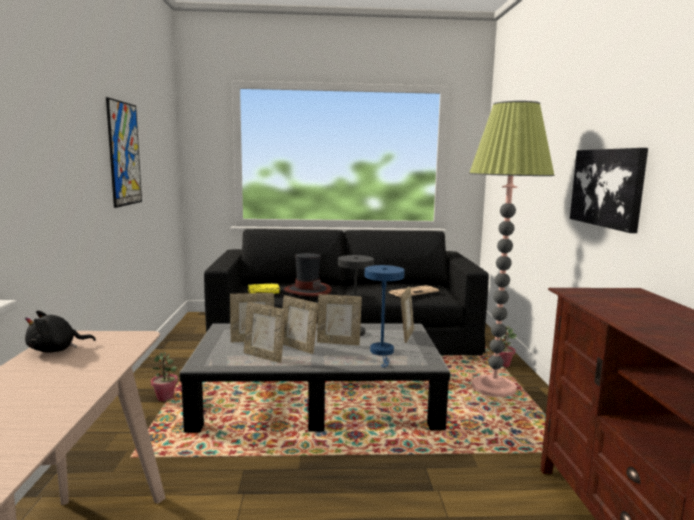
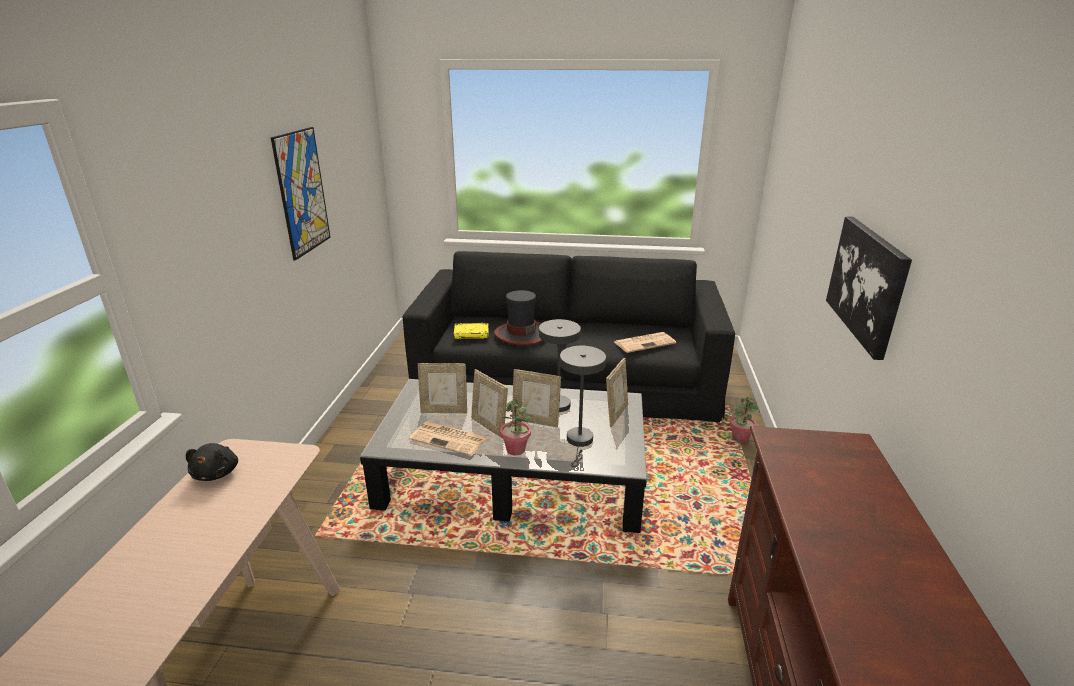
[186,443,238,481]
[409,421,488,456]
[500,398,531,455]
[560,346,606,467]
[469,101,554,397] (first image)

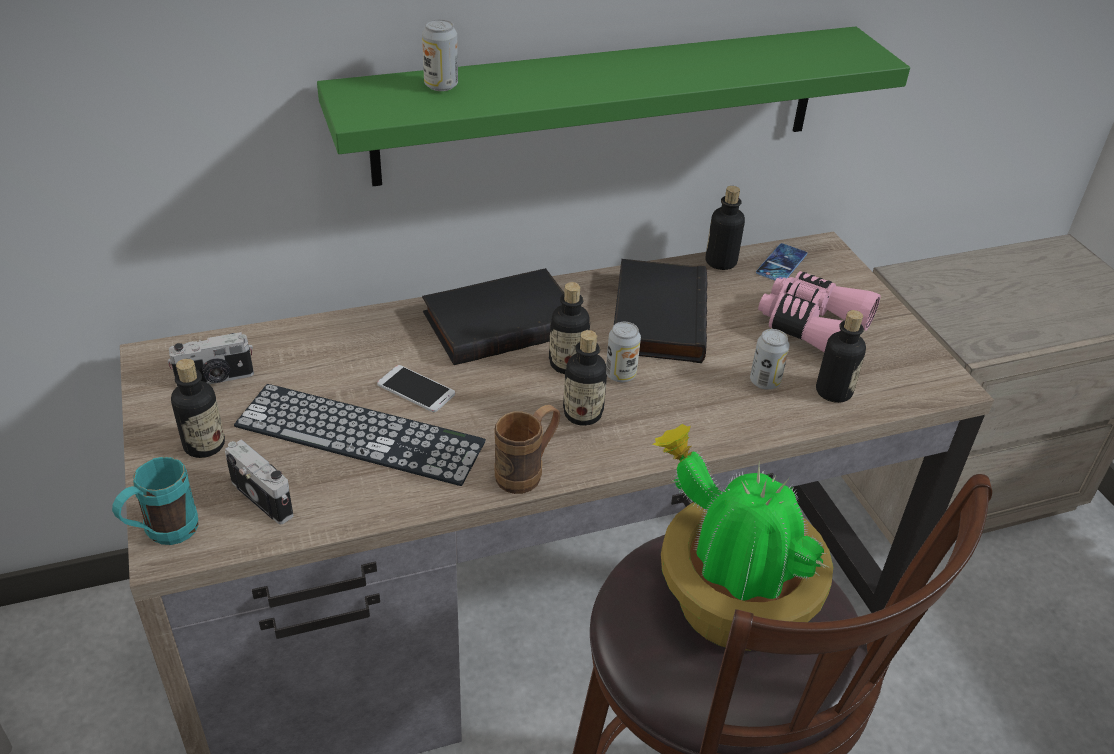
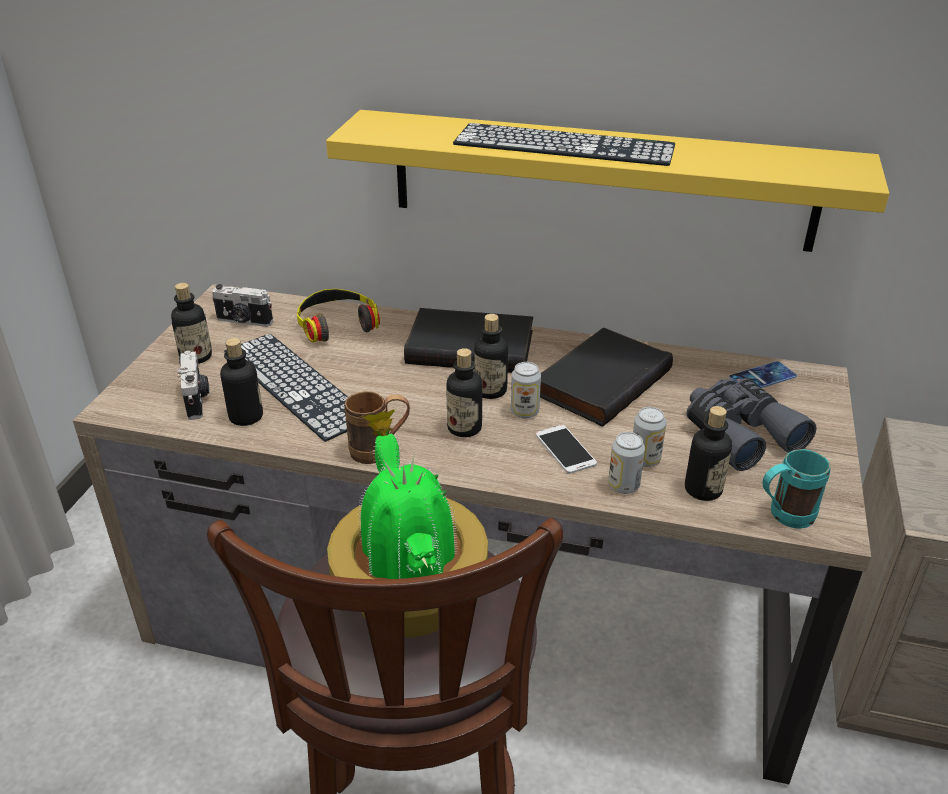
[220,338,263,426]
[297,289,380,342]
[326,110,889,252]
[453,123,675,166]
[536,425,597,474]
[608,432,645,494]
[687,378,817,471]
[762,449,831,529]

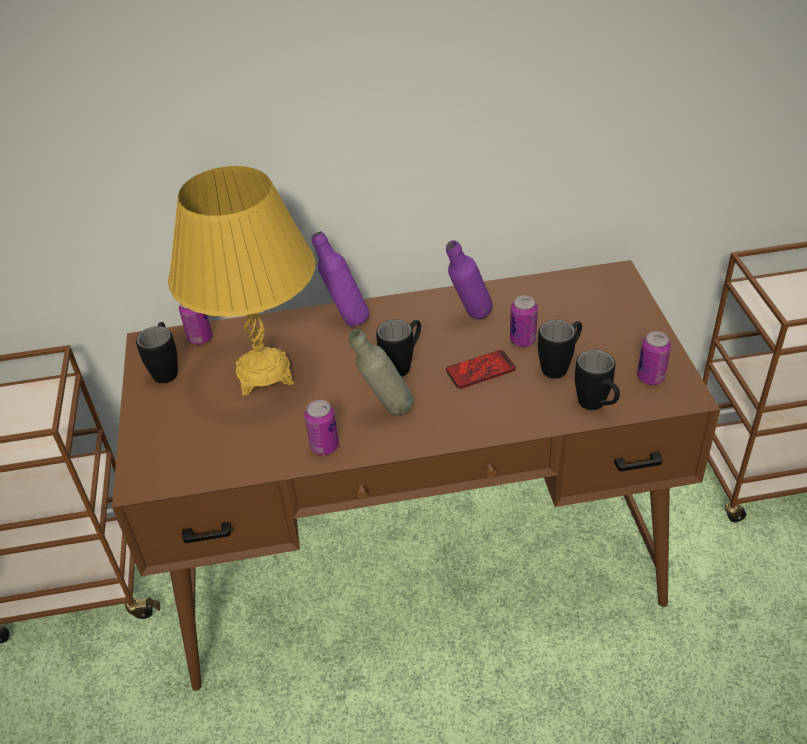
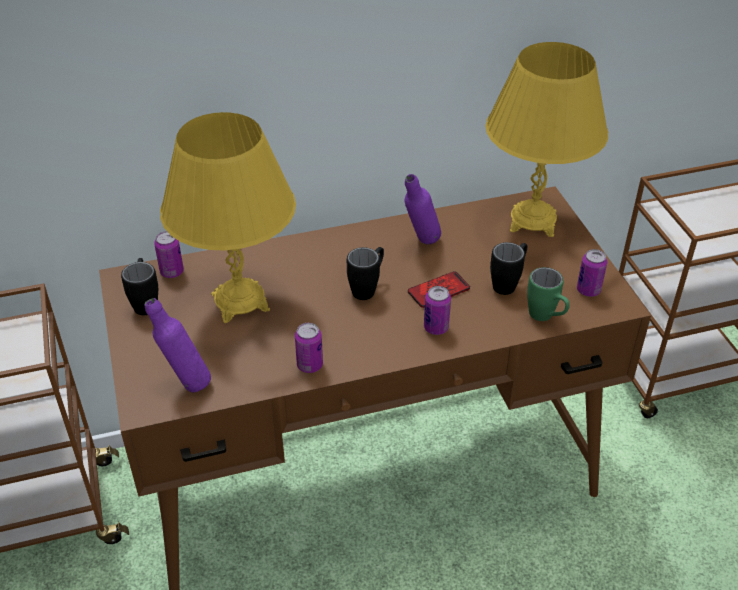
[145,298,211,392]
[424,286,451,335]
[485,42,608,237]
[527,267,570,321]
[349,329,413,415] (first image)

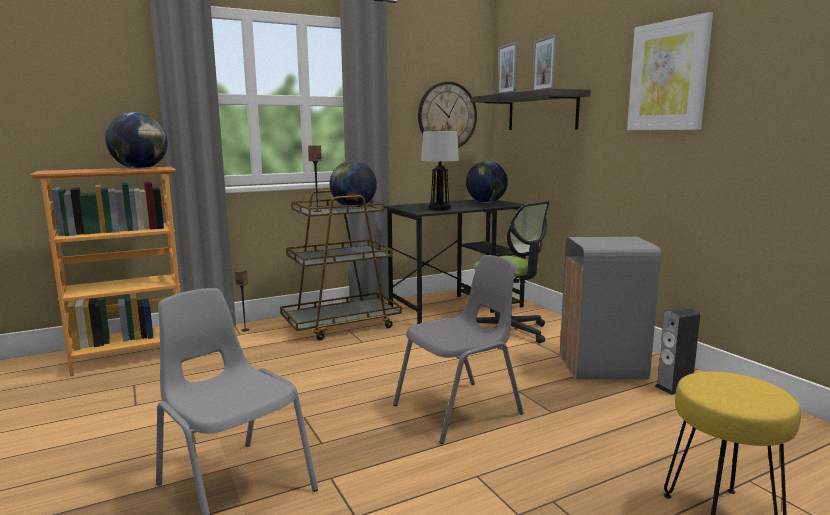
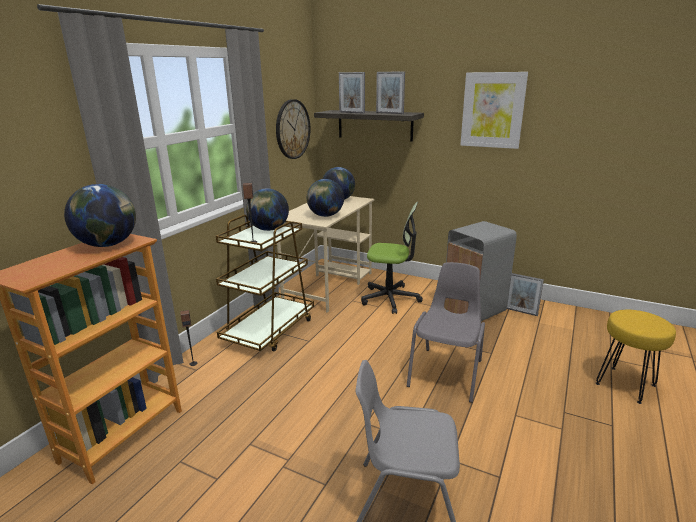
[277,196,374,313]
[307,179,344,217]
[507,273,544,316]

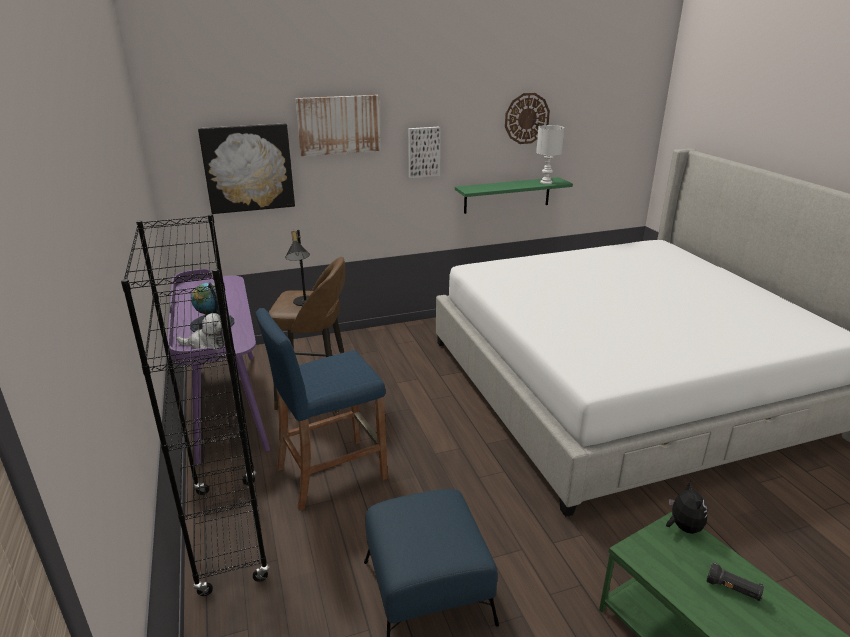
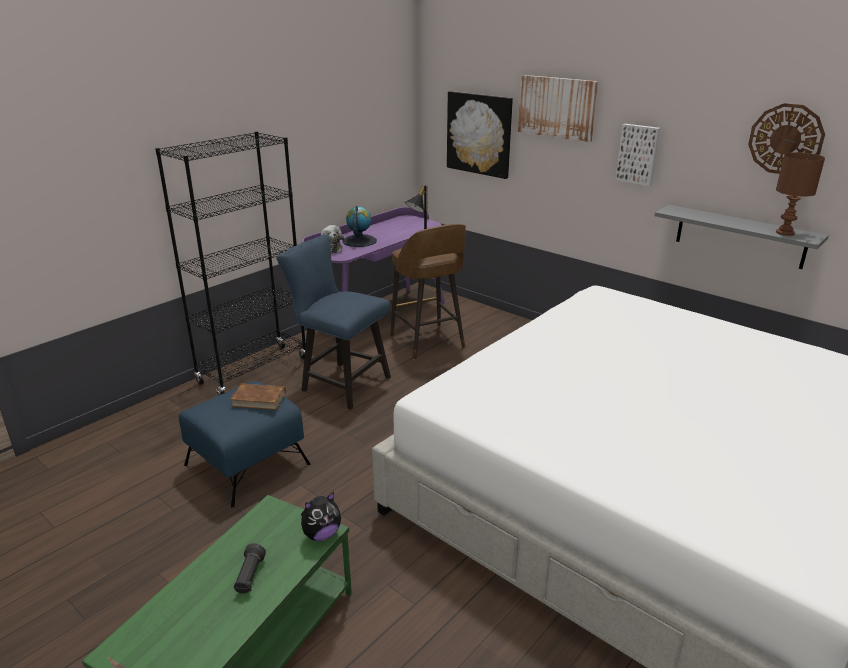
[230,384,286,410]
[276,234,391,410]
[655,205,829,269]
[776,152,825,236]

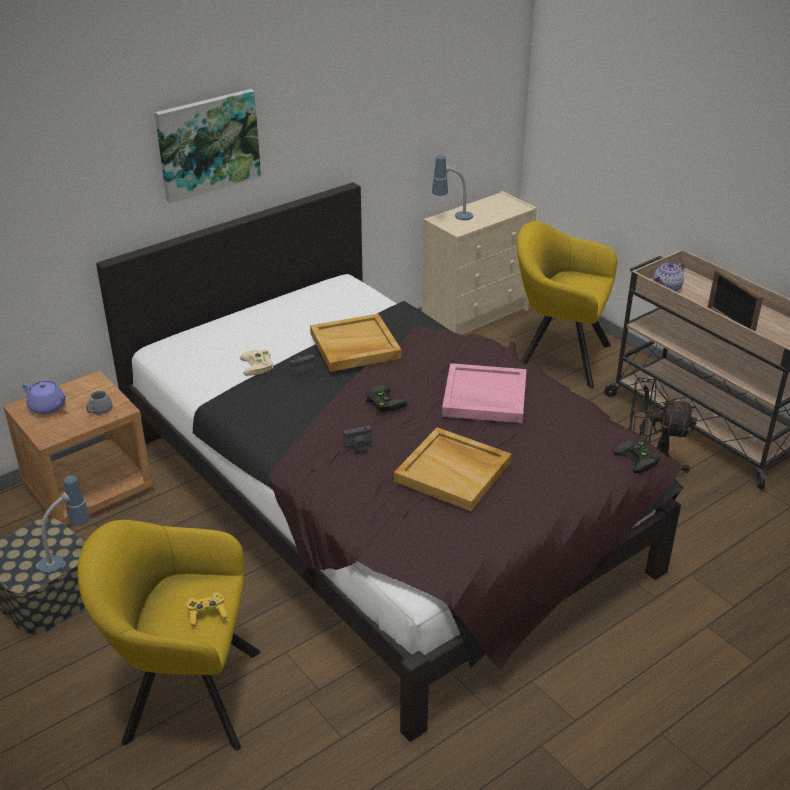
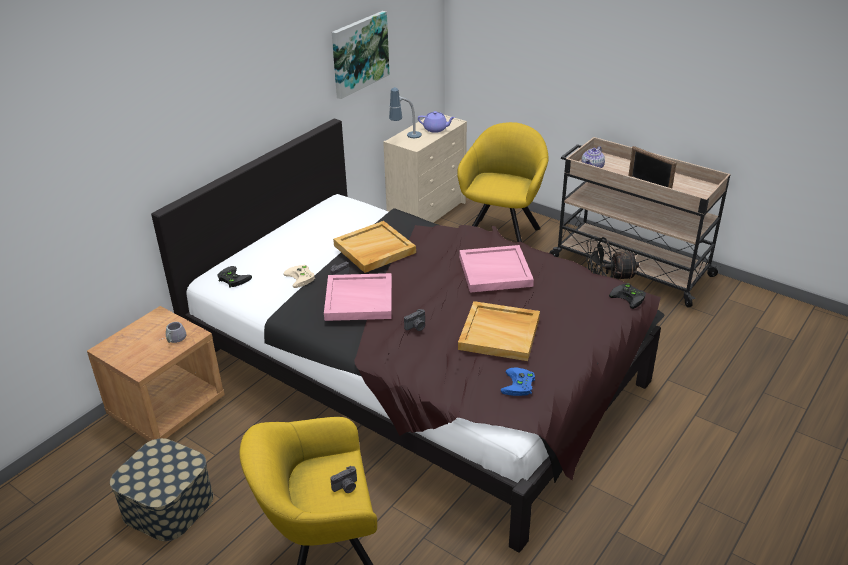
[217,266,252,288]
[324,273,392,321]
[330,466,357,493]
[332,11,390,99]
[418,111,455,133]
[457,122,548,242]
[501,367,535,396]
[38,475,90,574] (first image)

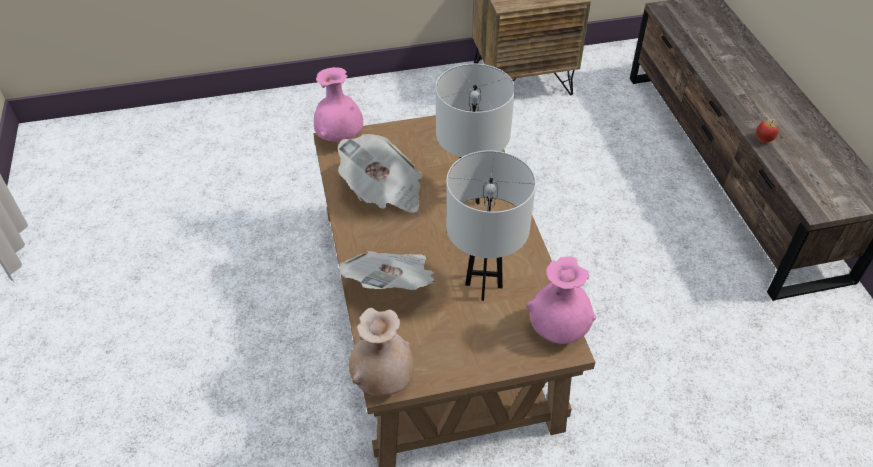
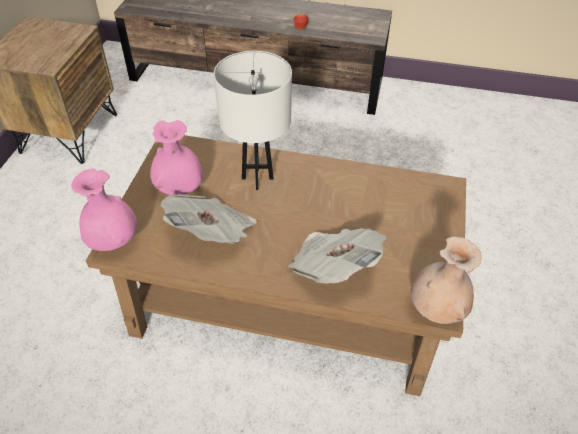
[150,120,203,195]
[446,151,536,301] (first image)

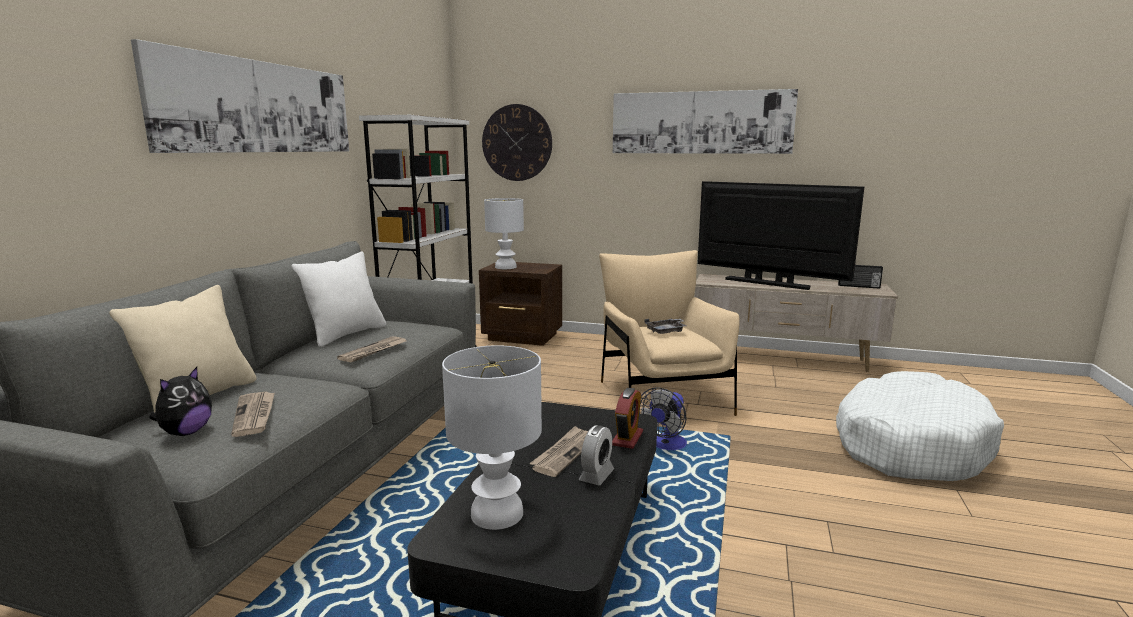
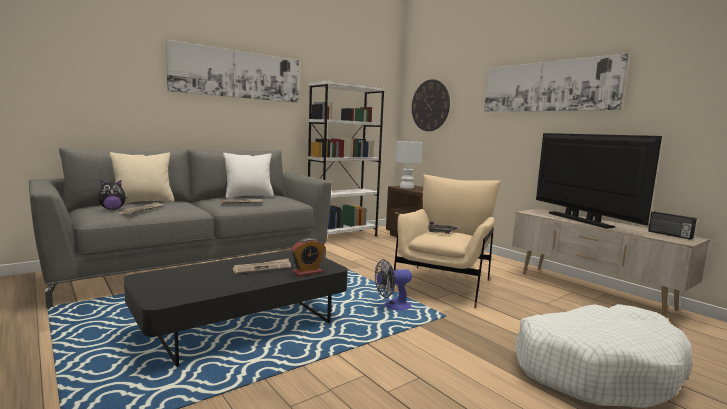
[442,345,542,530] (first image)
[579,425,614,485] (first image)

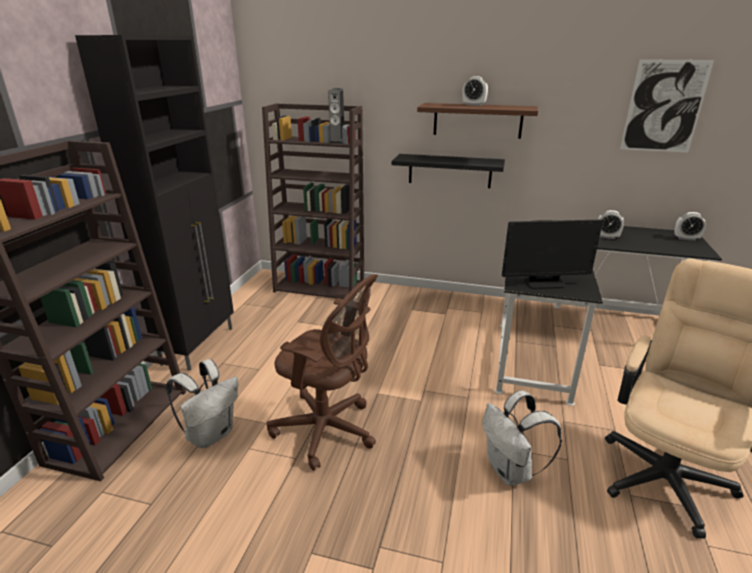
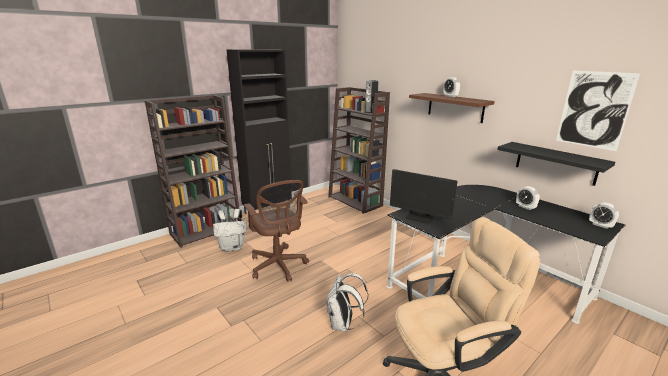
[497,142,615,186]

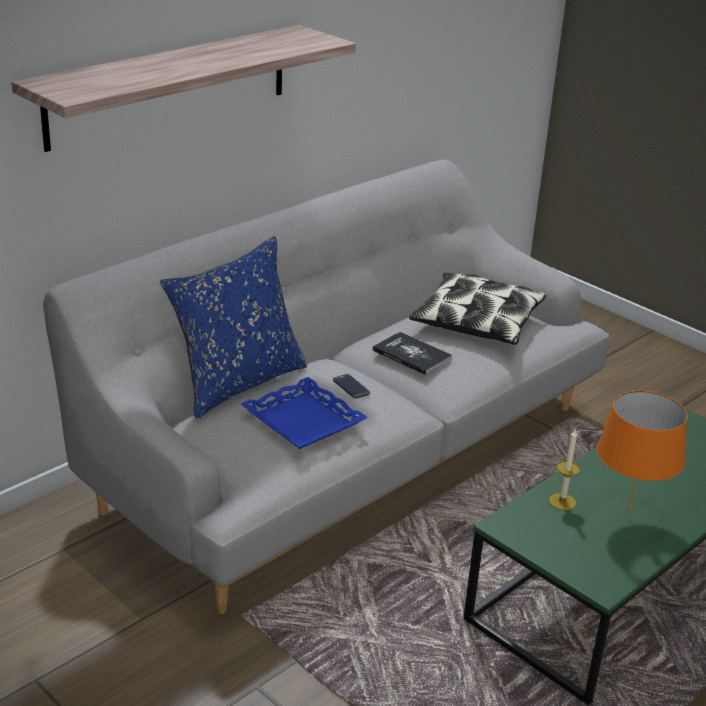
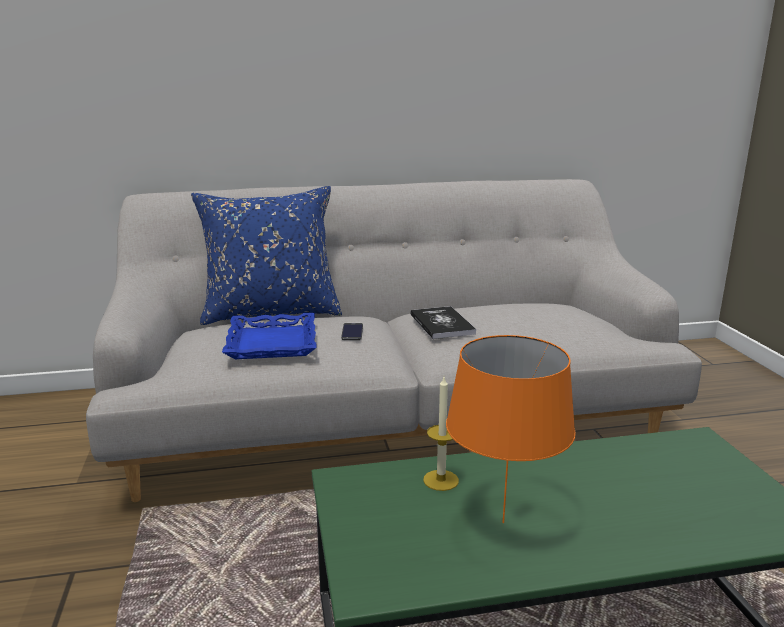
[11,25,356,152] (first image)
[409,272,546,345] (first image)

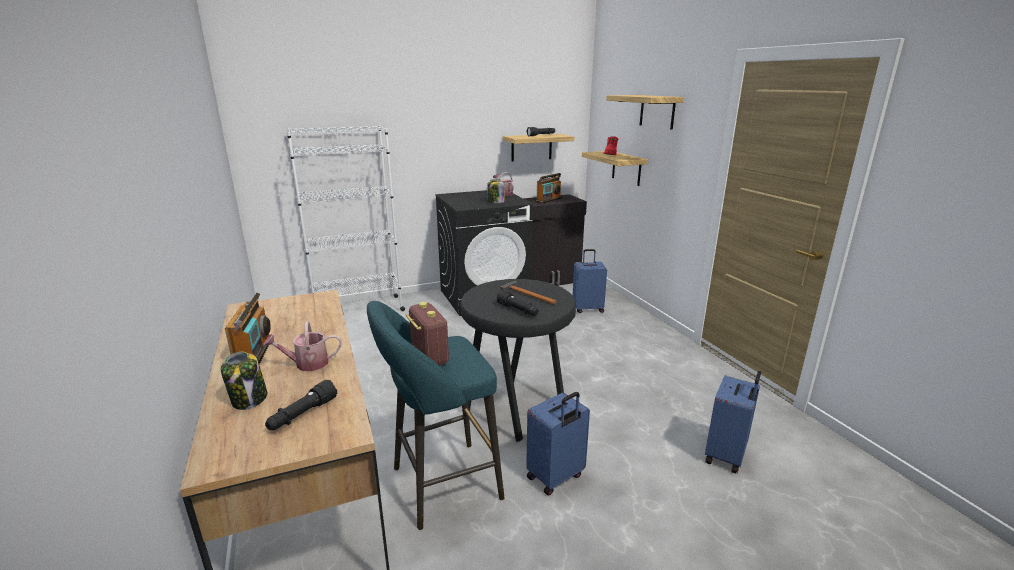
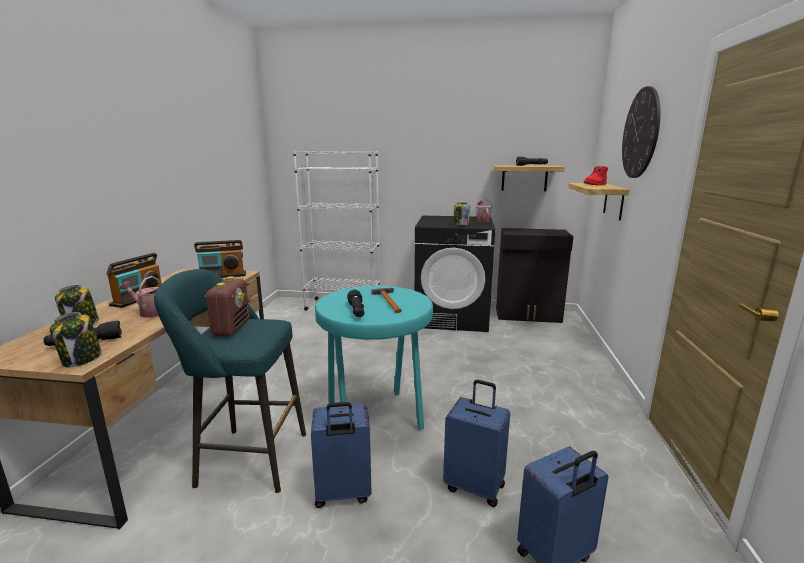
[50,312,102,367]
[194,240,246,278]
[315,286,433,430]
[443,379,510,507]
[622,86,660,178]

